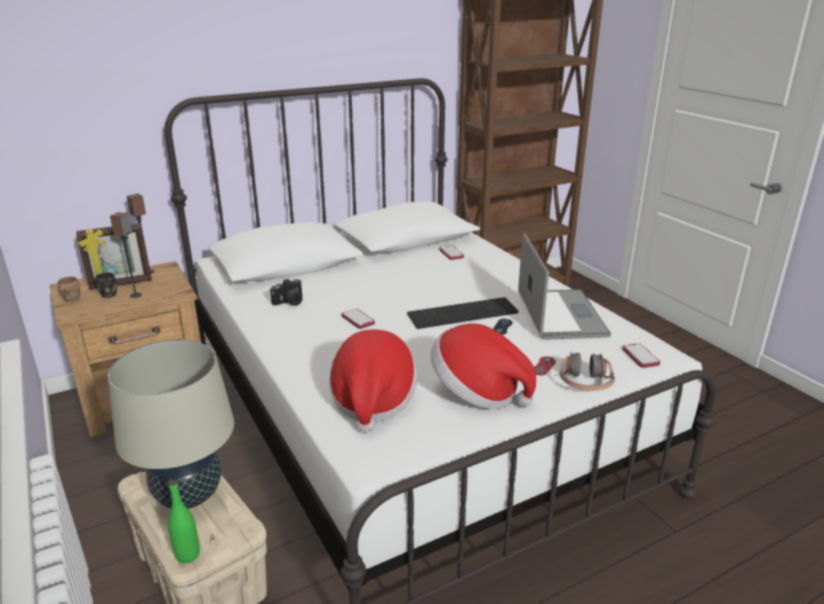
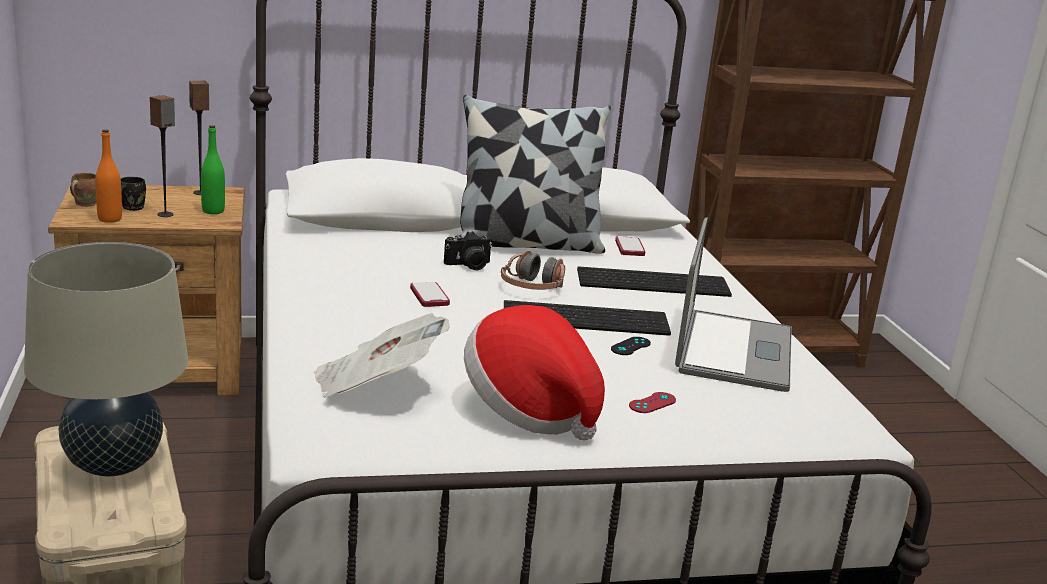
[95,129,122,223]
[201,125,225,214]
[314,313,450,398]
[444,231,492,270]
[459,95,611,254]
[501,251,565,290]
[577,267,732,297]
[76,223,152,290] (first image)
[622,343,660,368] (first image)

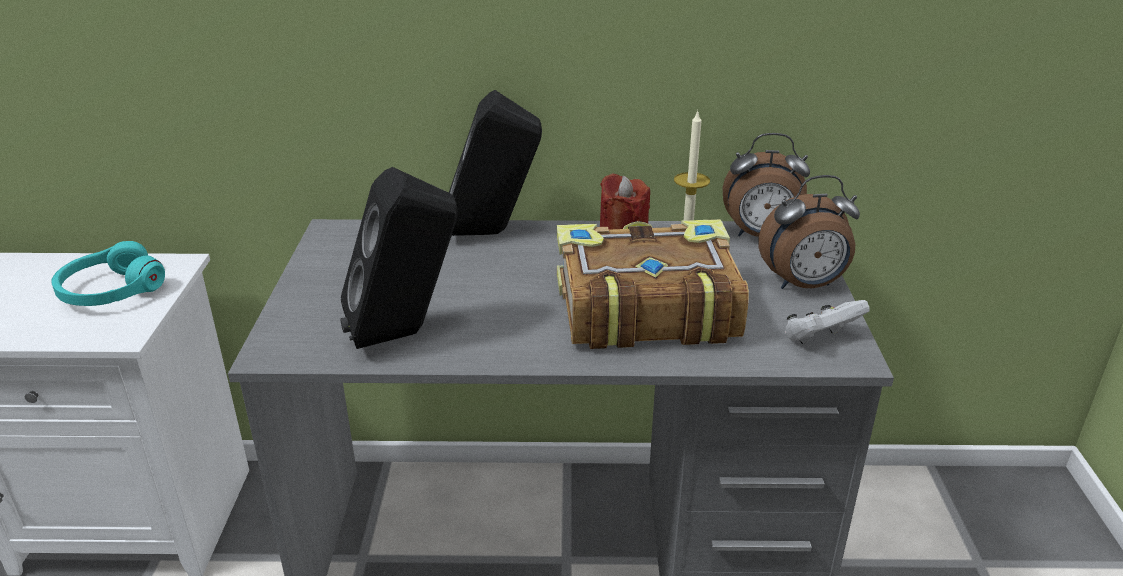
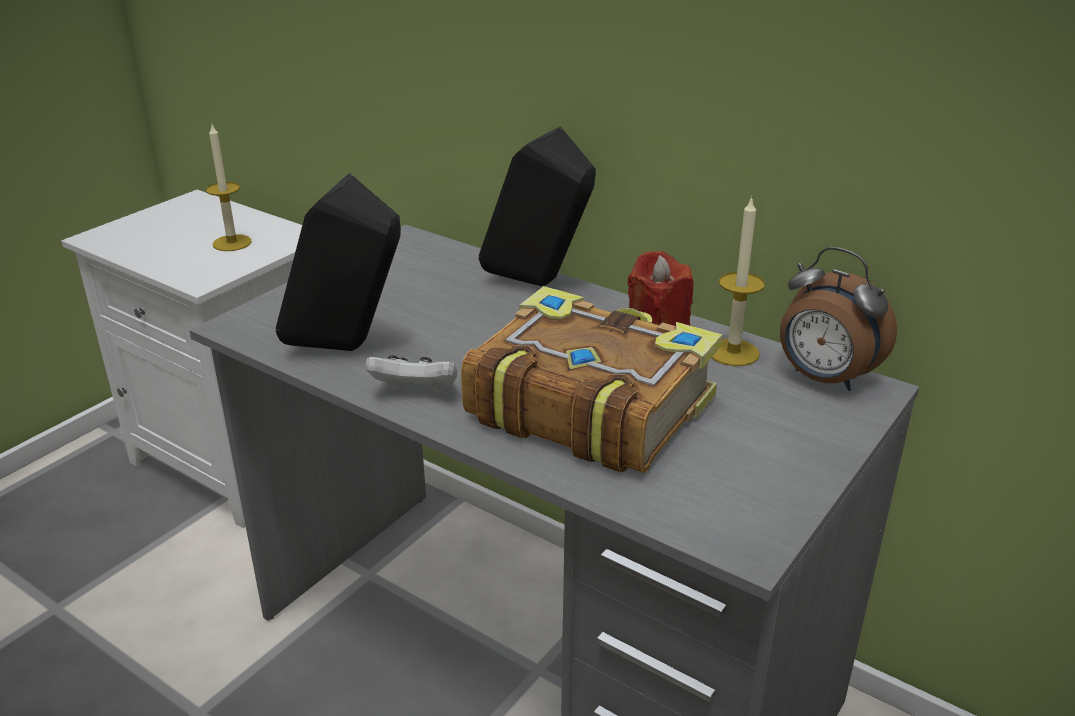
[206,125,252,251]
[366,355,457,393]
[758,175,860,289] (first image)

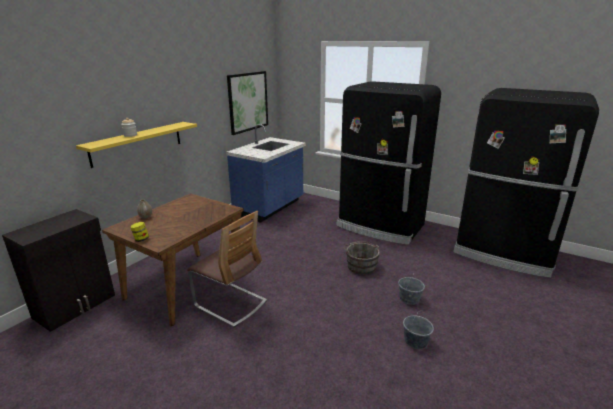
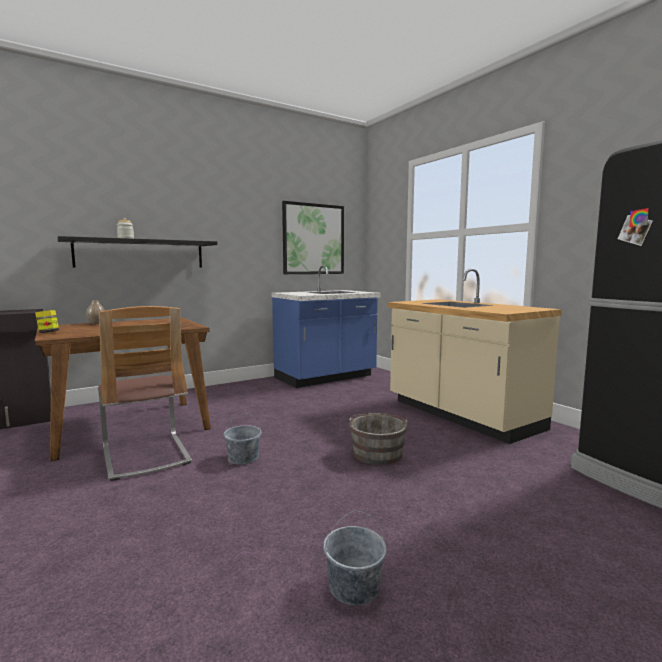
[57,236,217,268]
[224,413,262,465]
[388,268,562,444]

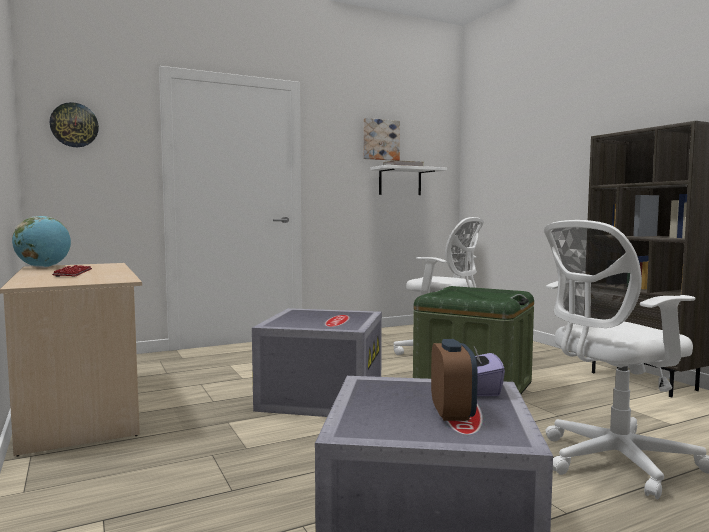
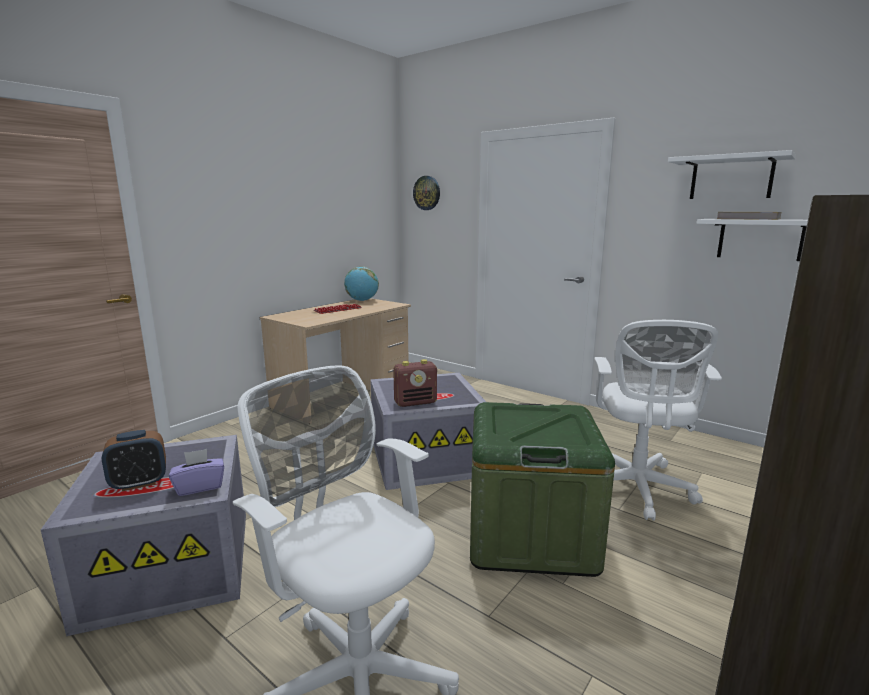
[393,359,437,407]
[668,150,796,199]

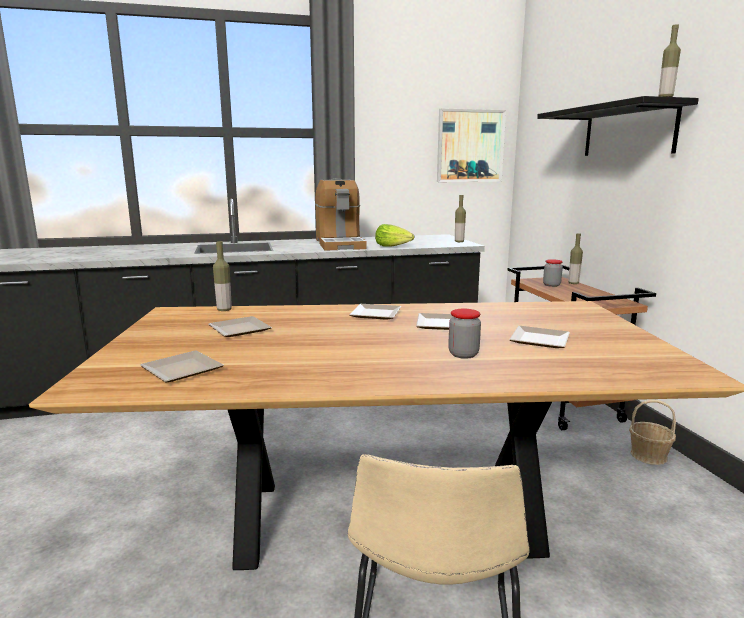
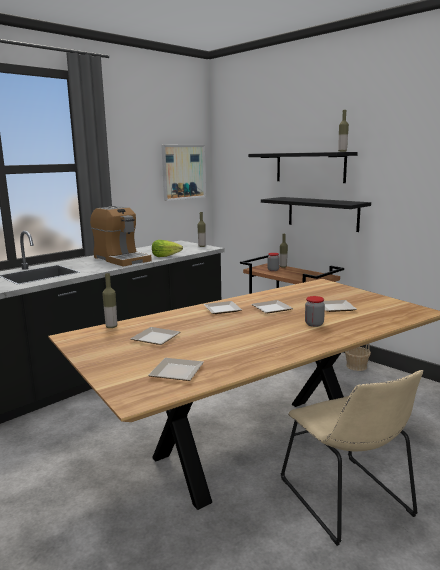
[261,197,371,232]

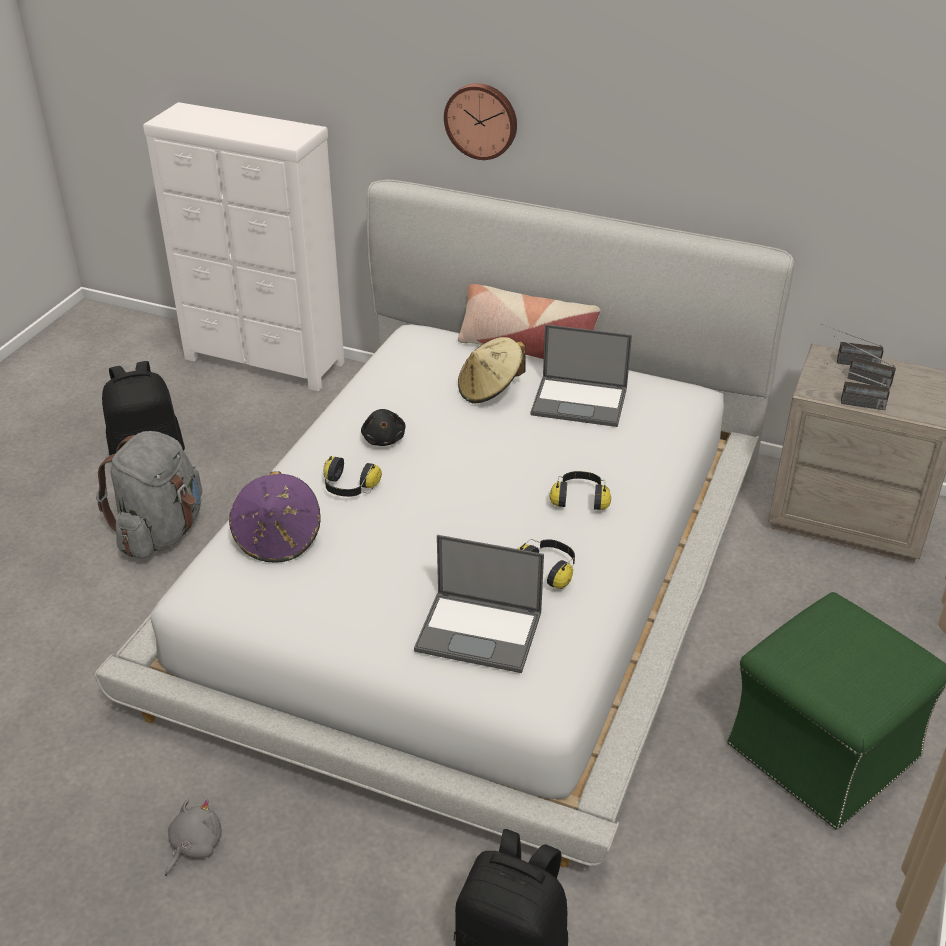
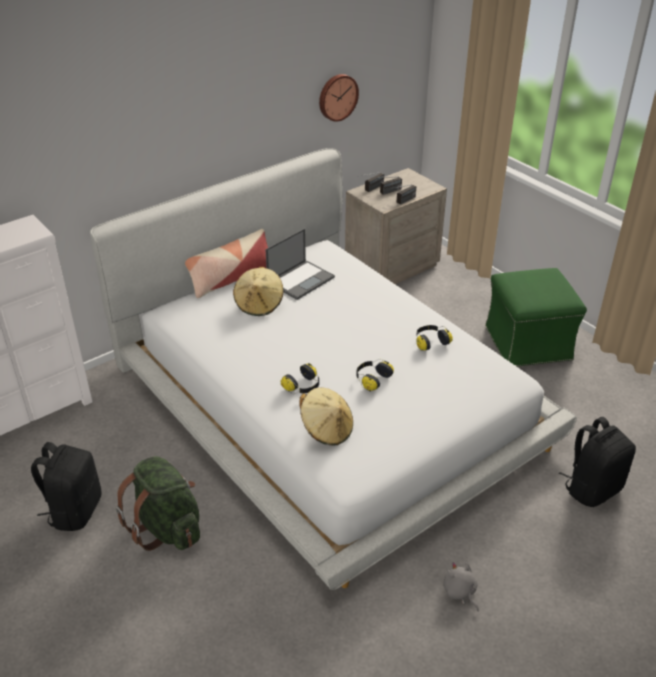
[116,456,200,551]
[300,387,353,446]
[319,74,359,122]
[356,359,394,391]
[361,409,406,446] (first image)
[414,535,544,673] (first image)

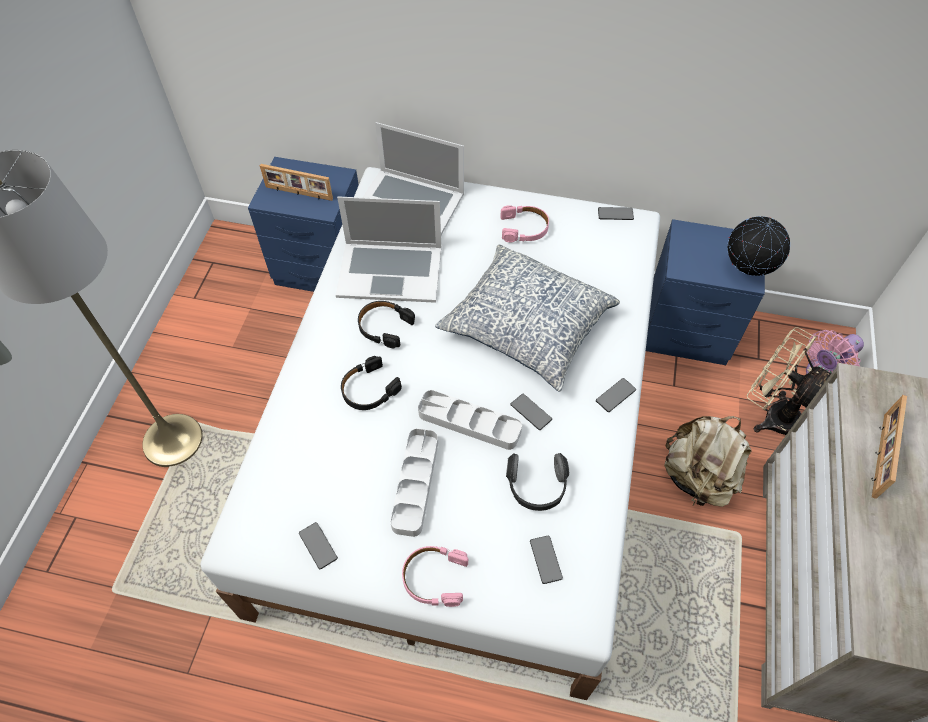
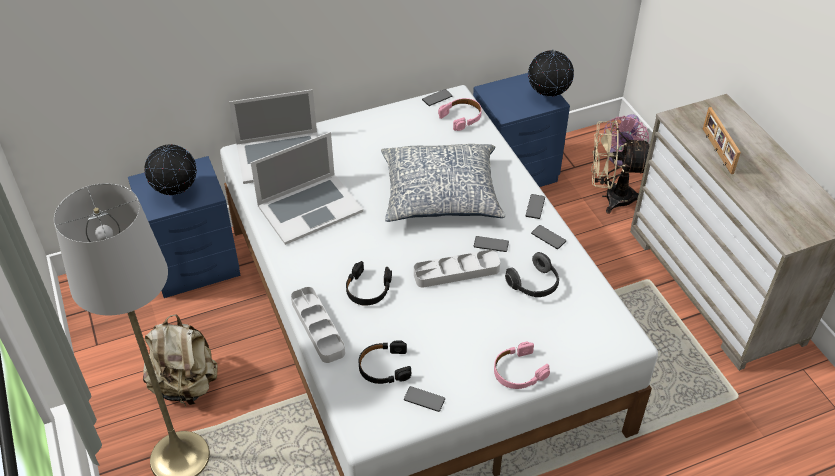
[143,314,218,407]
[144,144,197,196]
[291,287,345,363]
[359,340,411,384]
[438,98,482,131]
[531,225,566,249]

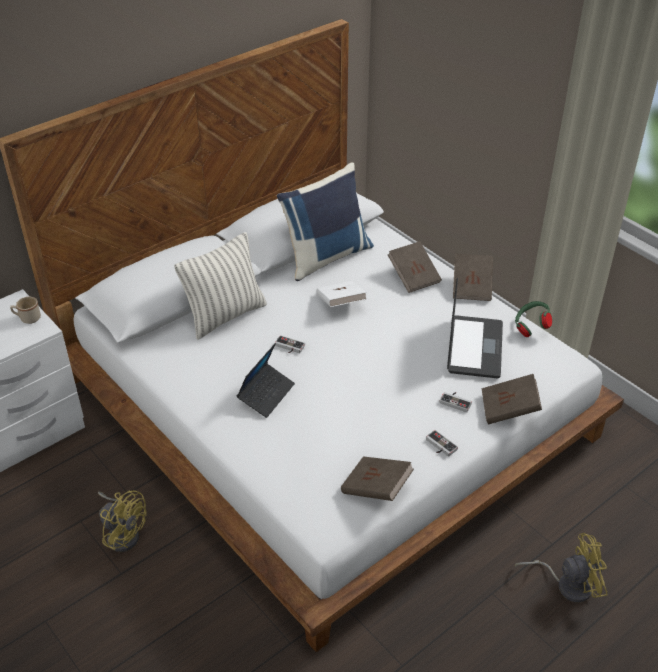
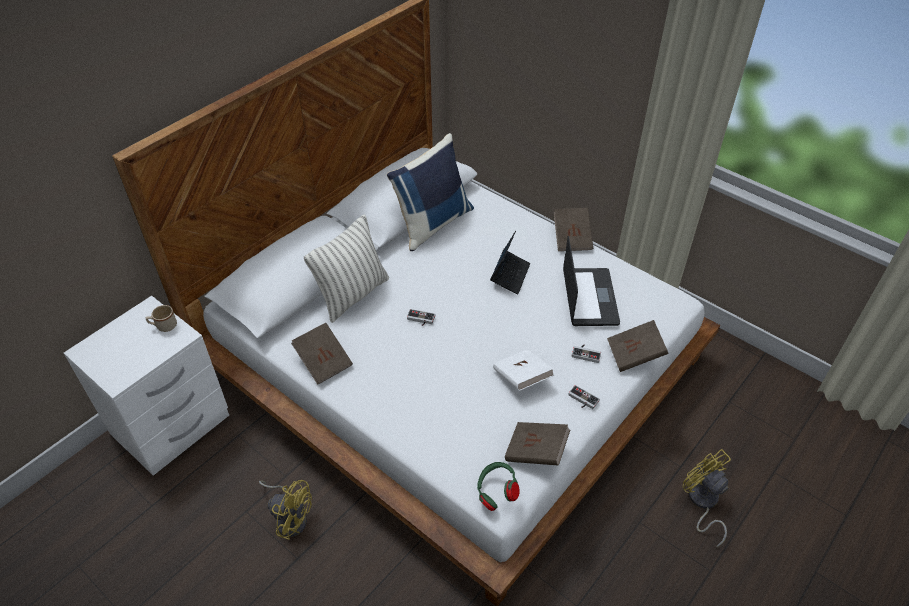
[291,323,353,385]
[477,462,520,511]
[490,231,530,294]
[493,349,554,391]
[683,449,731,547]

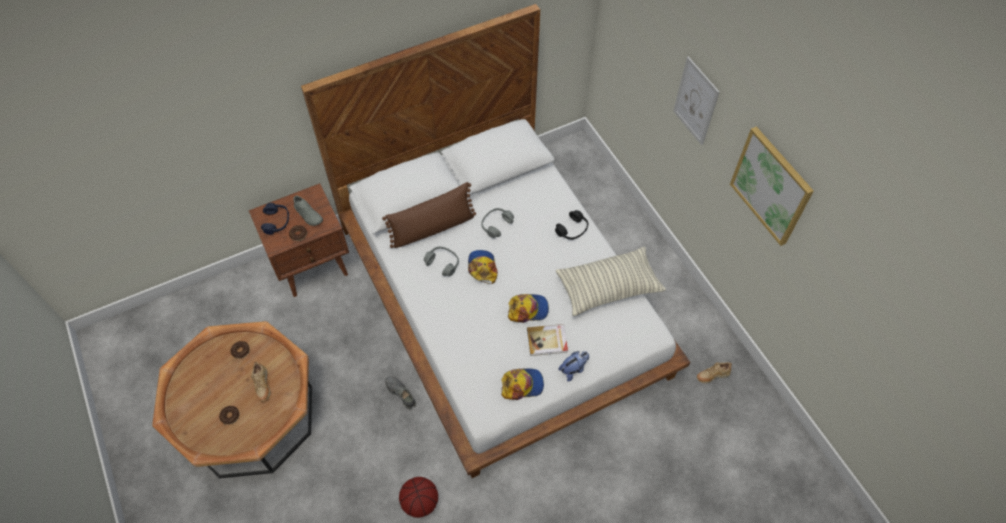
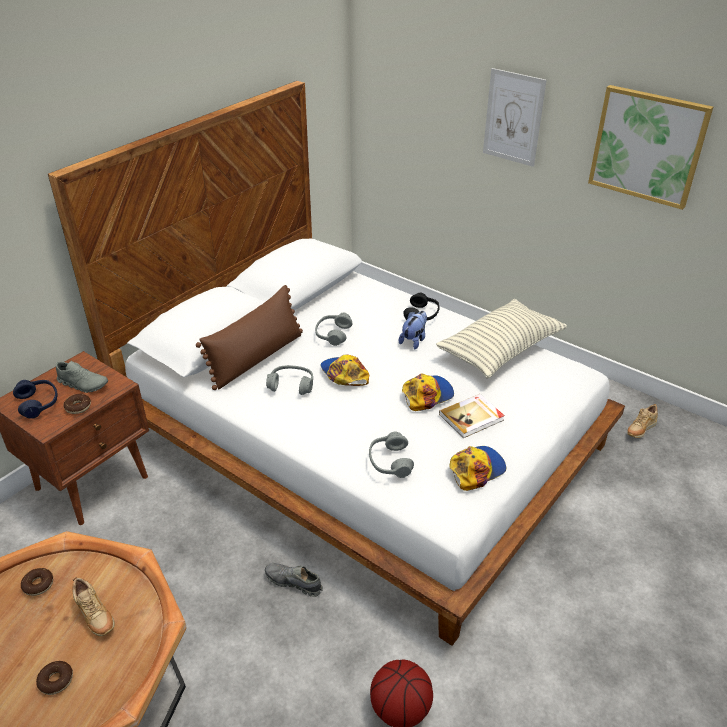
[369,431,414,478]
[399,311,427,349]

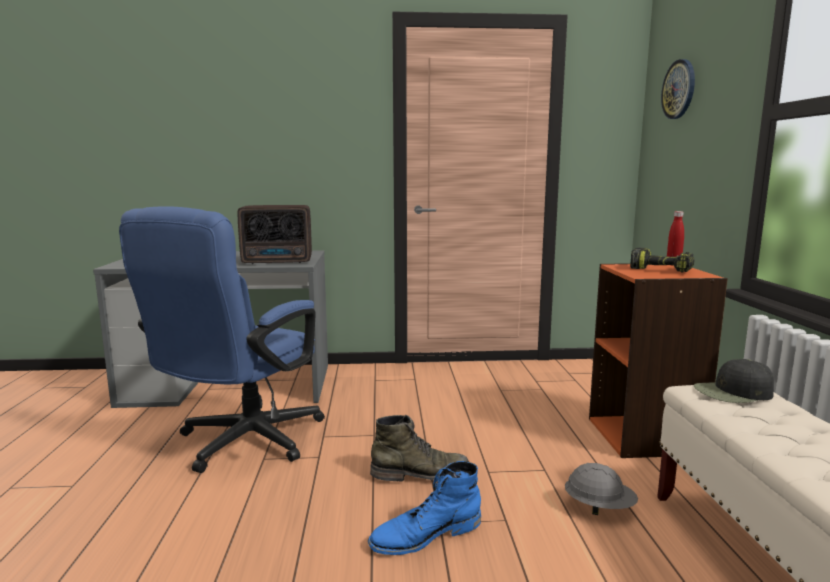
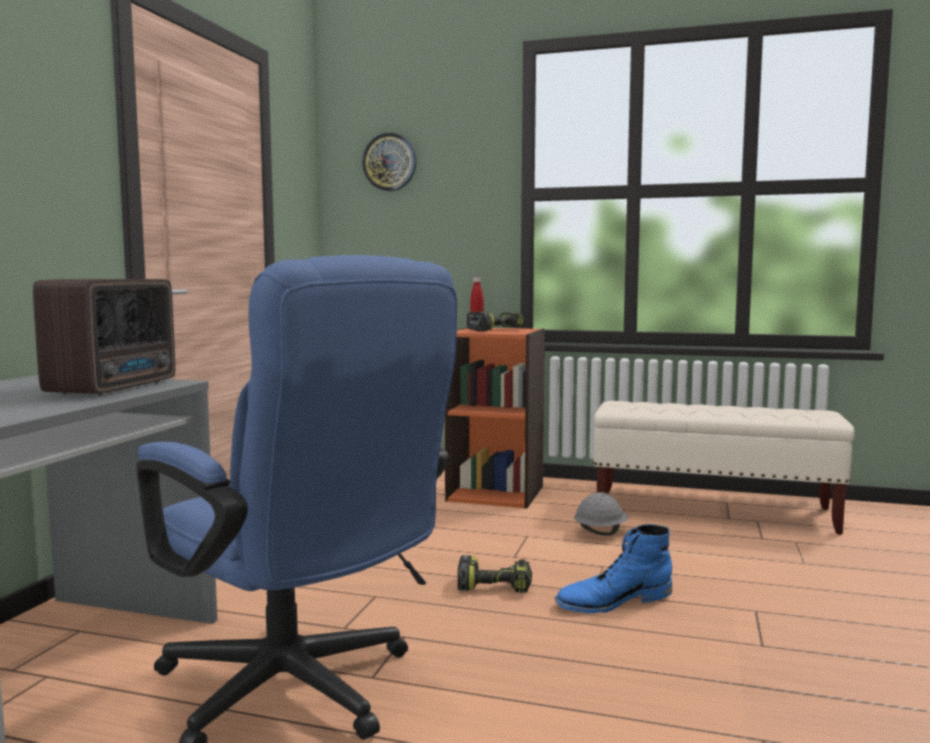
[458,555,532,593]
[555,524,672,613]
[694,359,774,403] (first image)

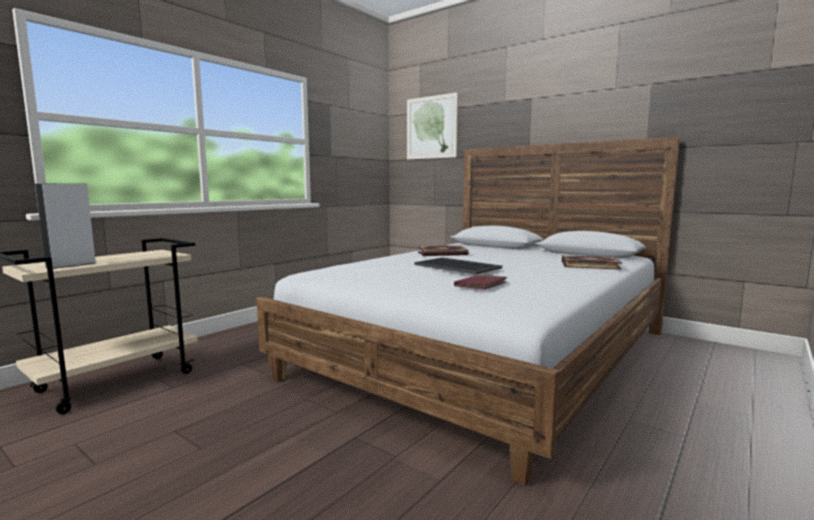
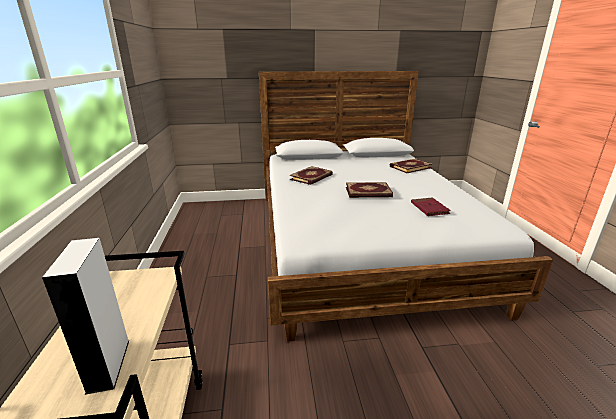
[346,182,393,198]
[407,92,458,160] (first image)

